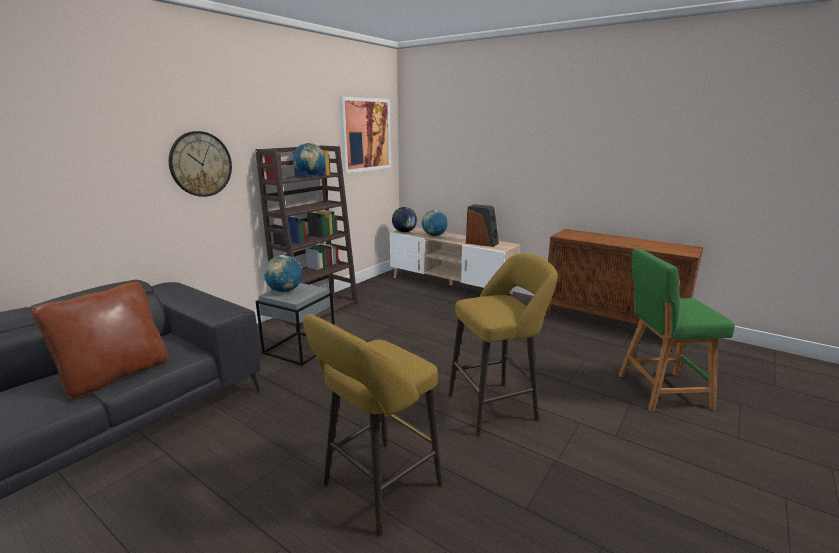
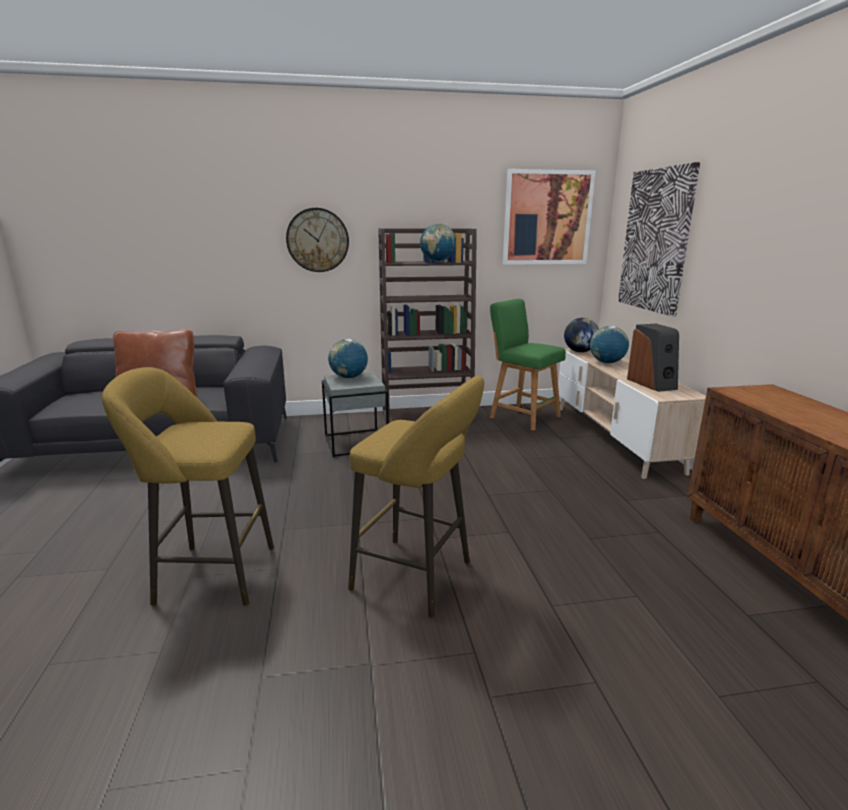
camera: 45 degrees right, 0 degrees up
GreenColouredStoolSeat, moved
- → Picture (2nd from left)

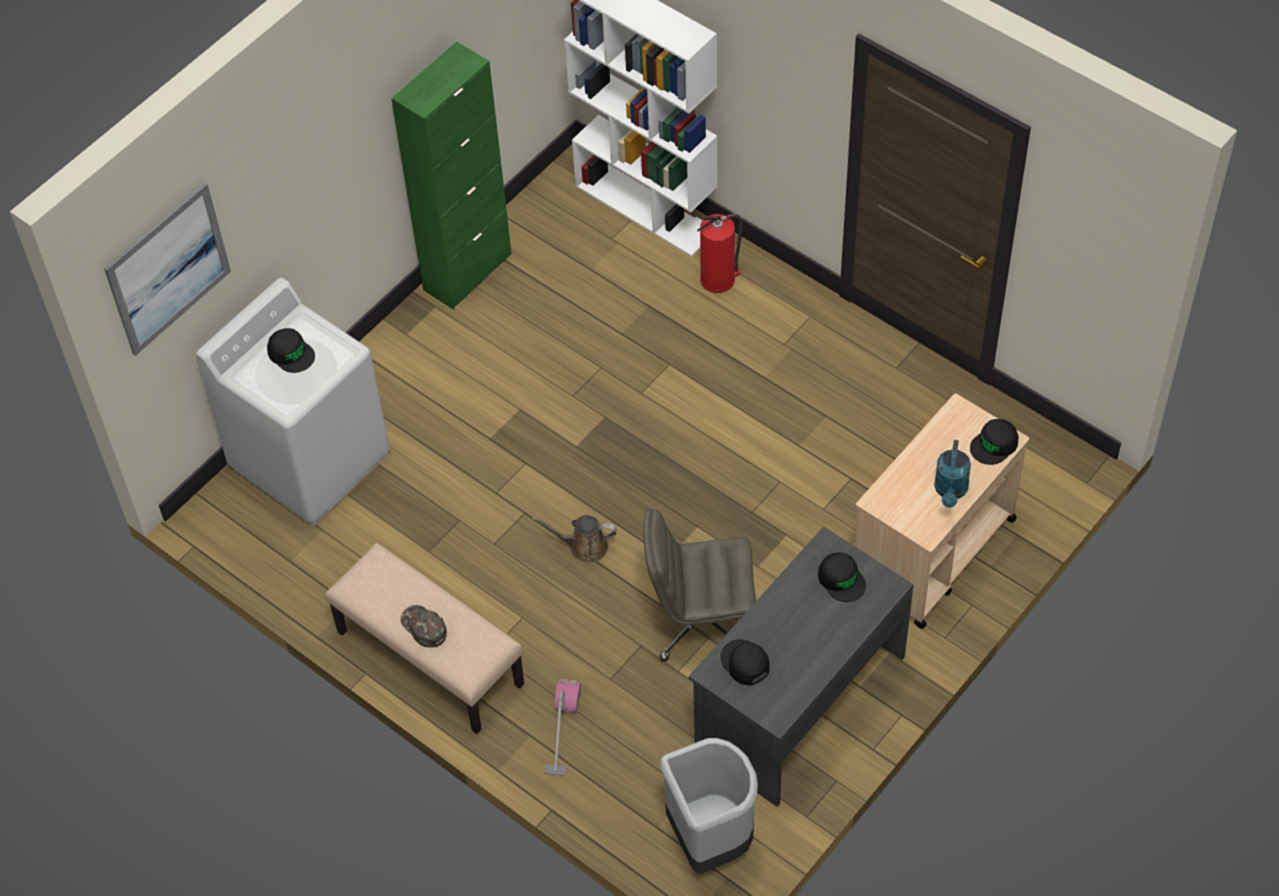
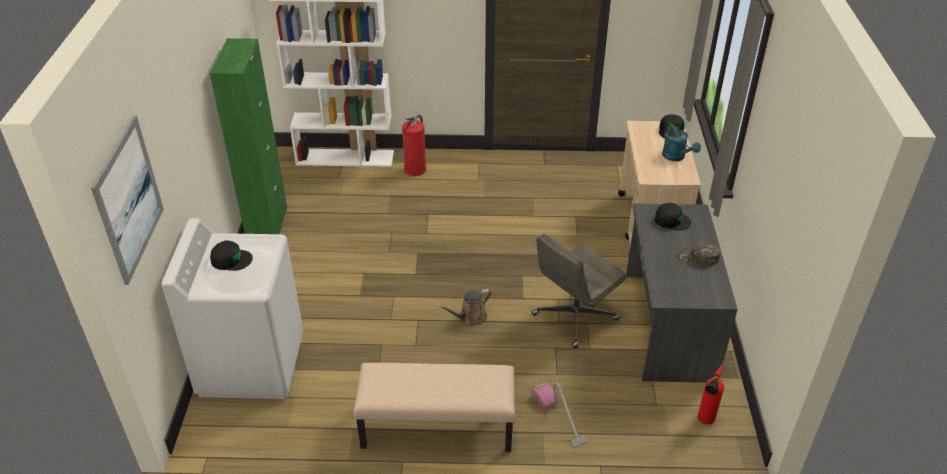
camera: 40 degrees left, 15 degrees down
GreenColouredCap, moved
GreyTrashCan → FireFightingCylinder (2nd from left)
BlackCap (2nd from left) → -

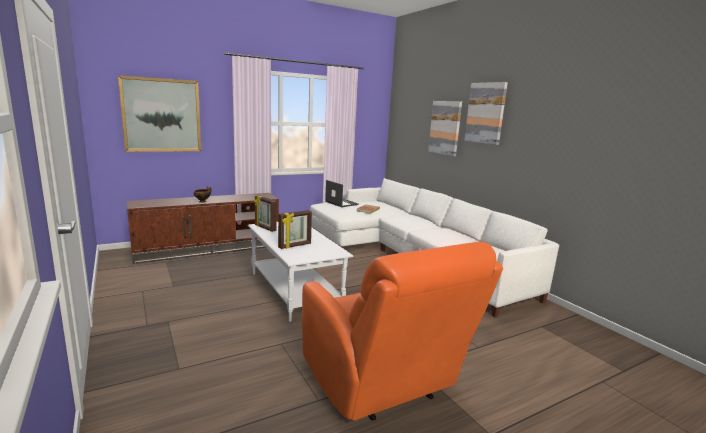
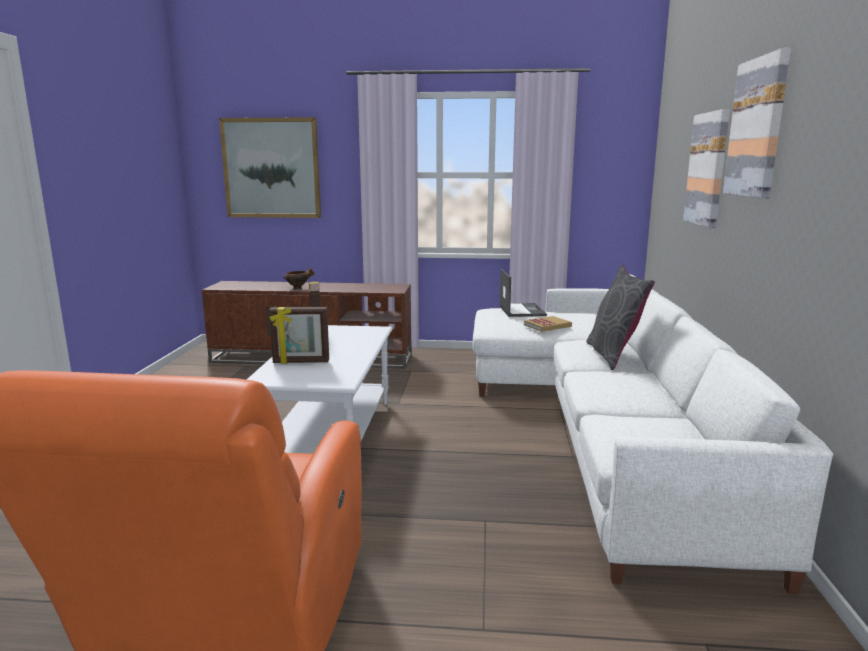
camera: 35 degrees right, 0 degrees up
- → GreyPillow

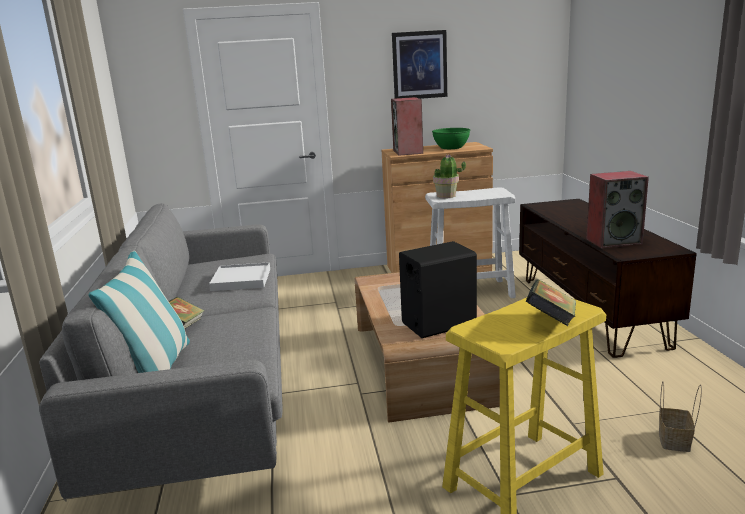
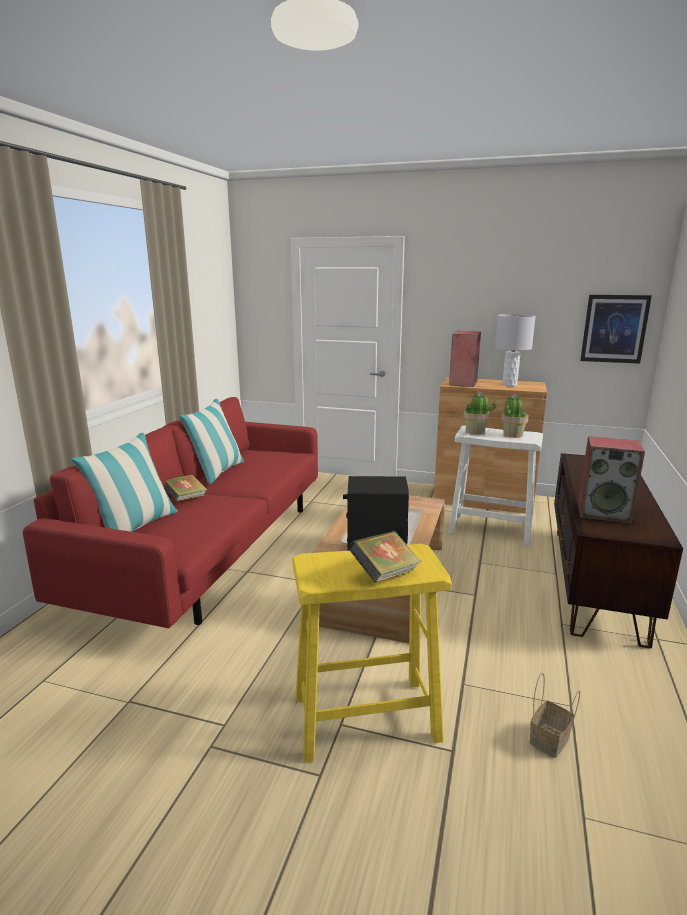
camera: 25 degrees right, 0 degrees up
GreySettee → ReddishSettee
- → Pillow (2nd from left)
GreenColouredServingBowl → GreyLampForATable
- → Houseplant (2nd from left)
Picture, moved
WhiteCarryingTray → -

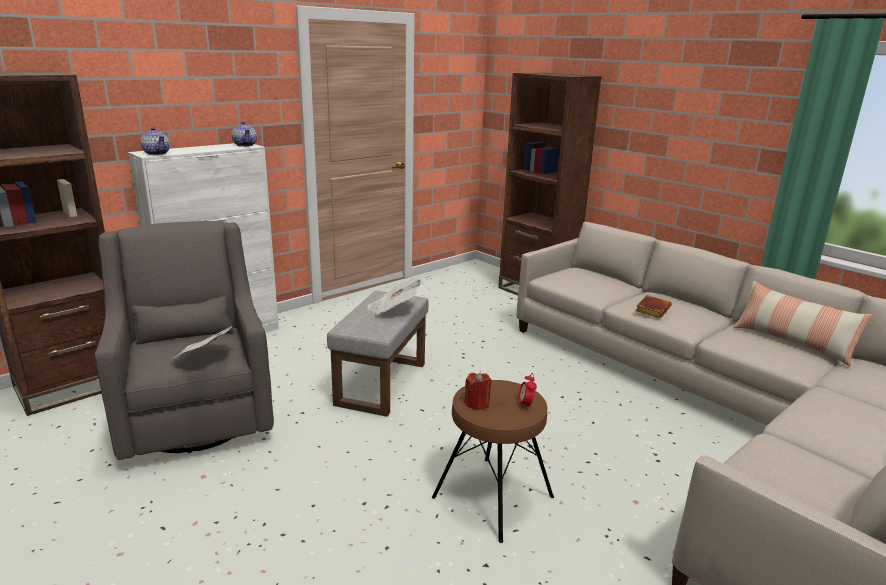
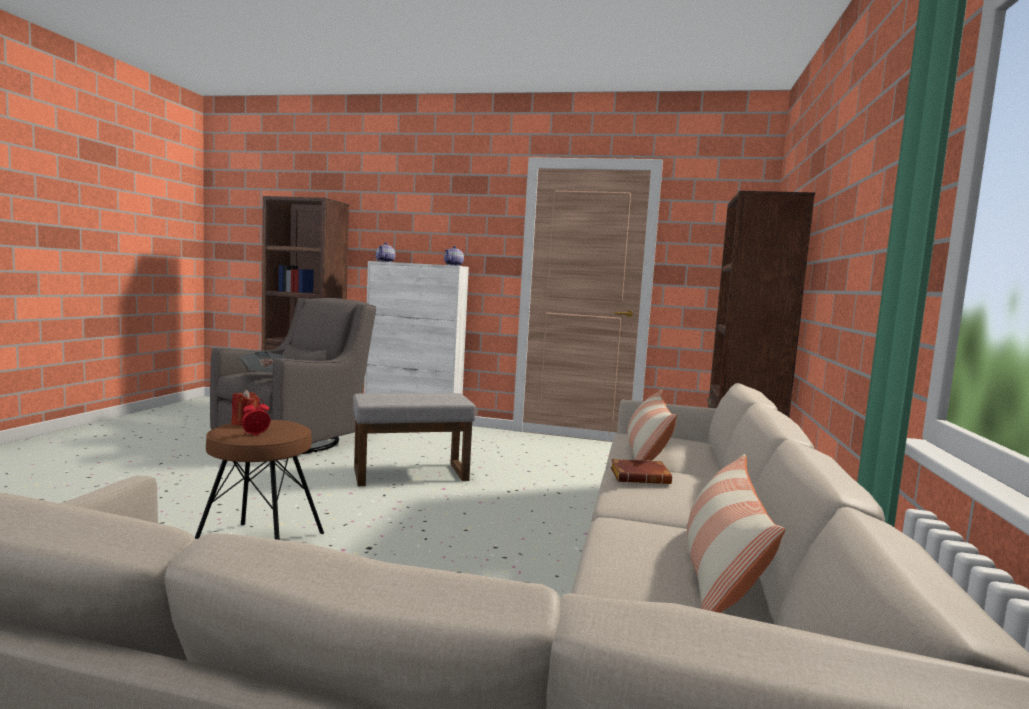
camera: 55 degrees right, 15 degrees down
- → Pillow (1st from left)
DailyPaper (2nd from left) → -

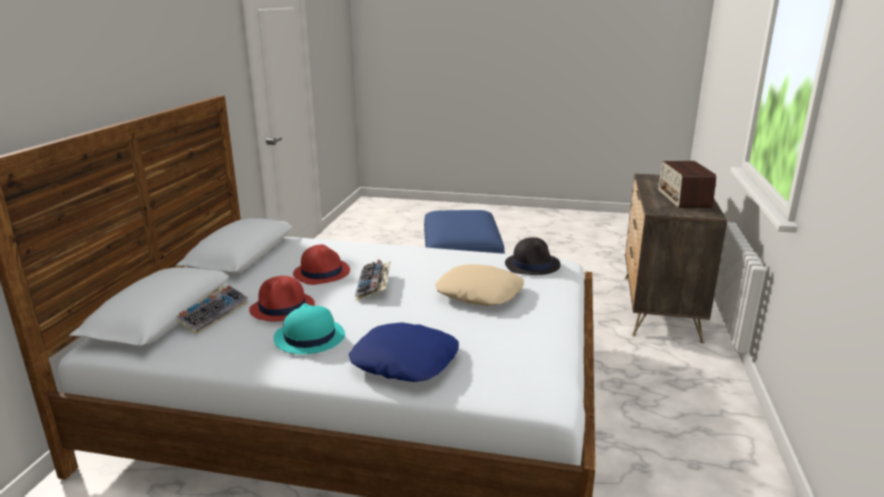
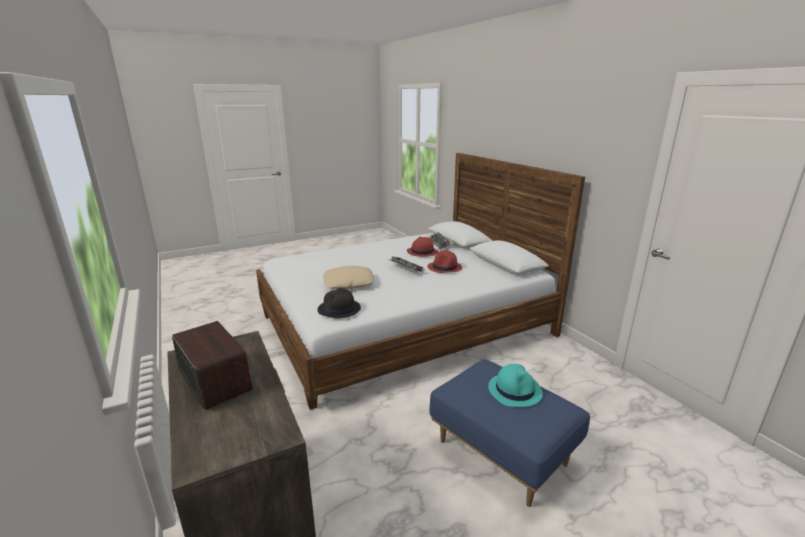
camera: 140 degrees right, 0 degrees up
BlueGreenHat, moved
BluePillow → -

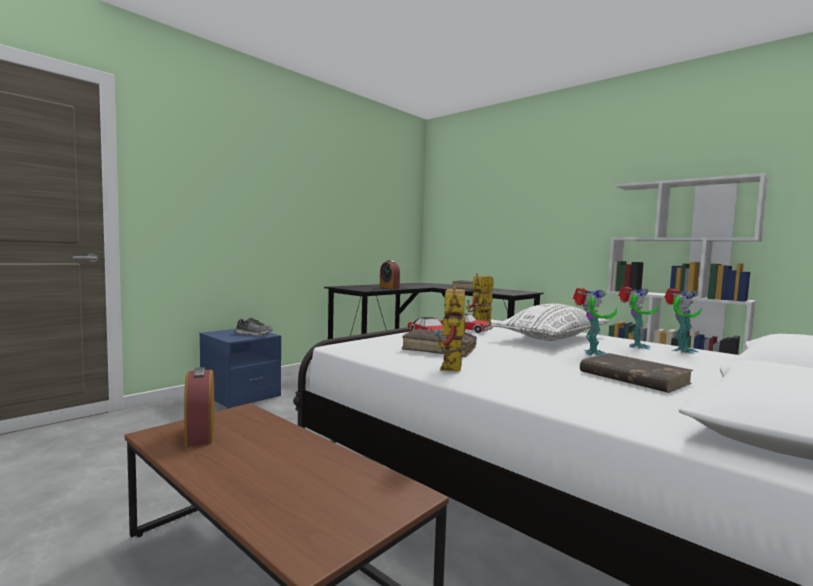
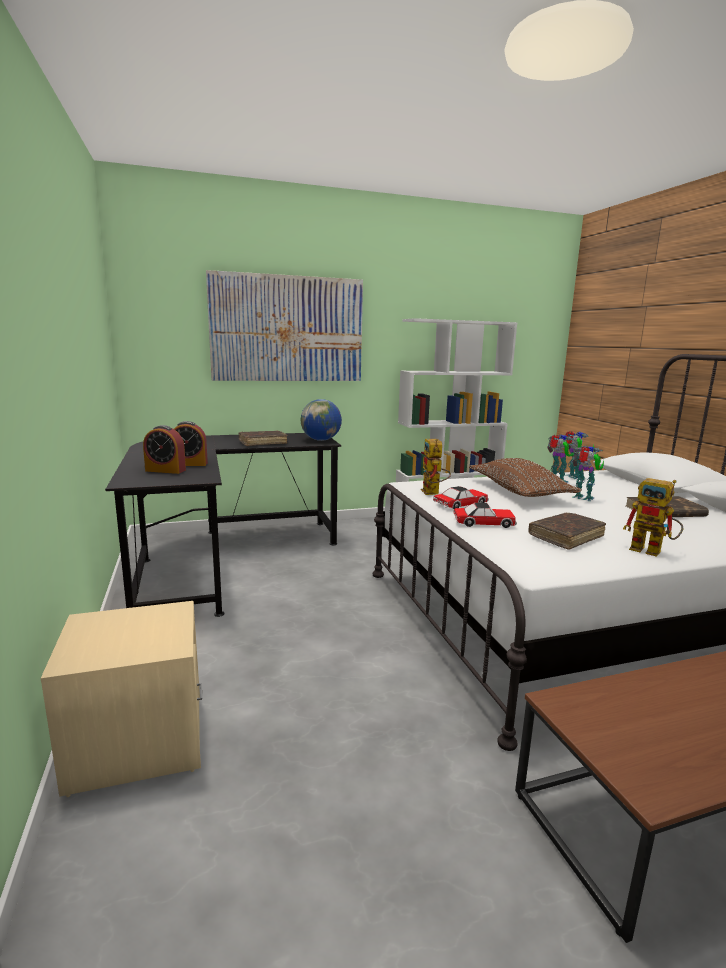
camera: 60 degrees left, 10 degrees up
BlueNightstand → BeigeNightstand
BedsideClock (1st from left), moved
- → Picture
- → Globe
WhitePillow → BrownishPillow
Shoe → -

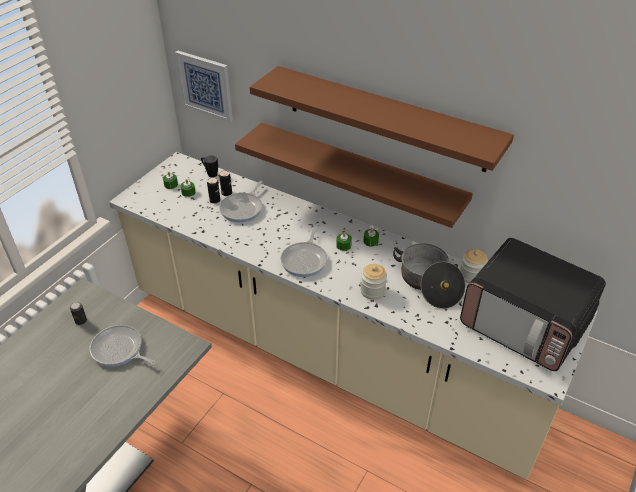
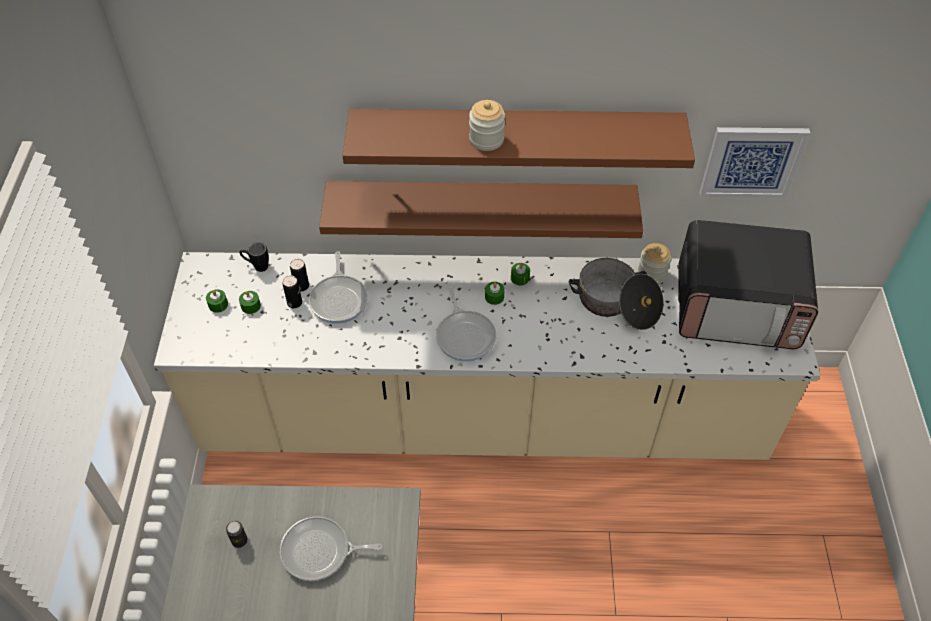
camera: 30 degrees left, 10 degrees up
Jar (1st from left), moved
Picture, moved

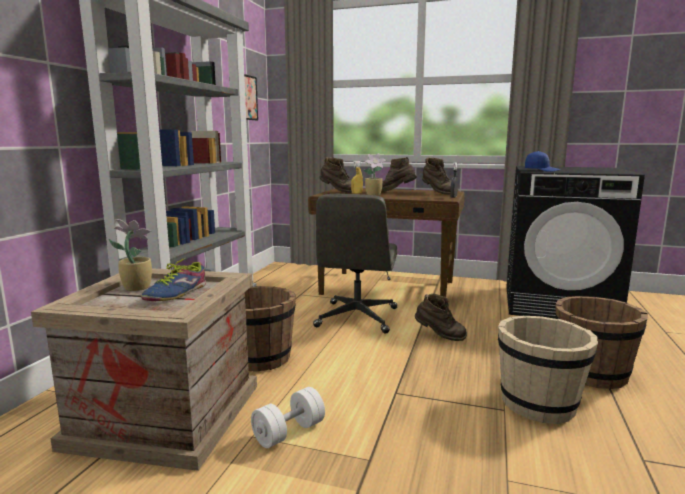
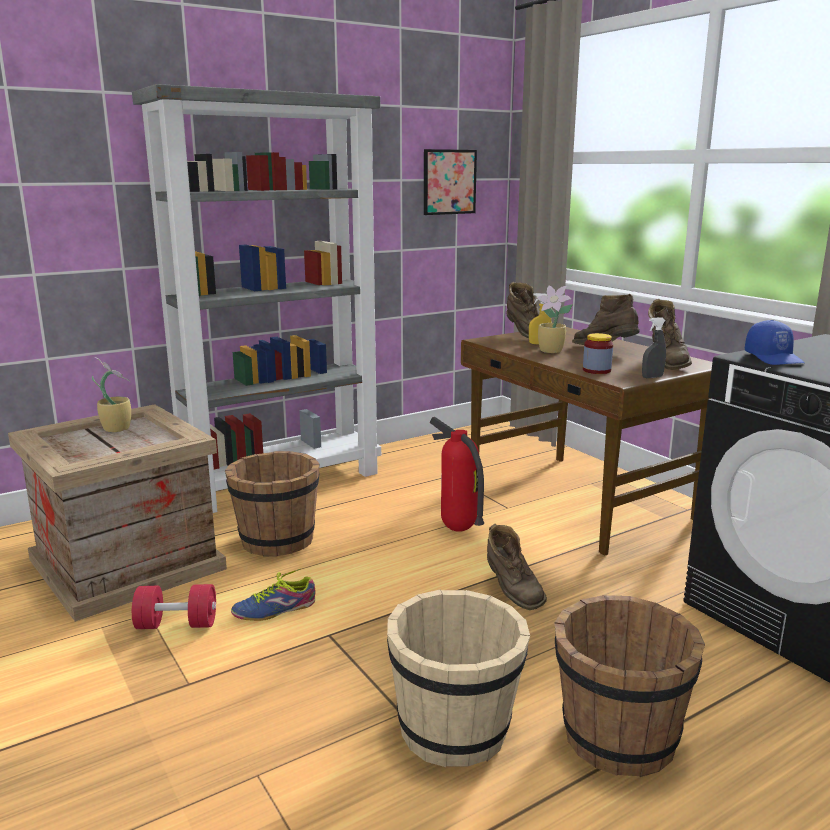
camera: 40 degrees right, 5 degrees up
WhiteHandWeight → ReddishHandWeight
Shoe, moved
GreyDeskChair → FireFightingCylinder
- → Jar

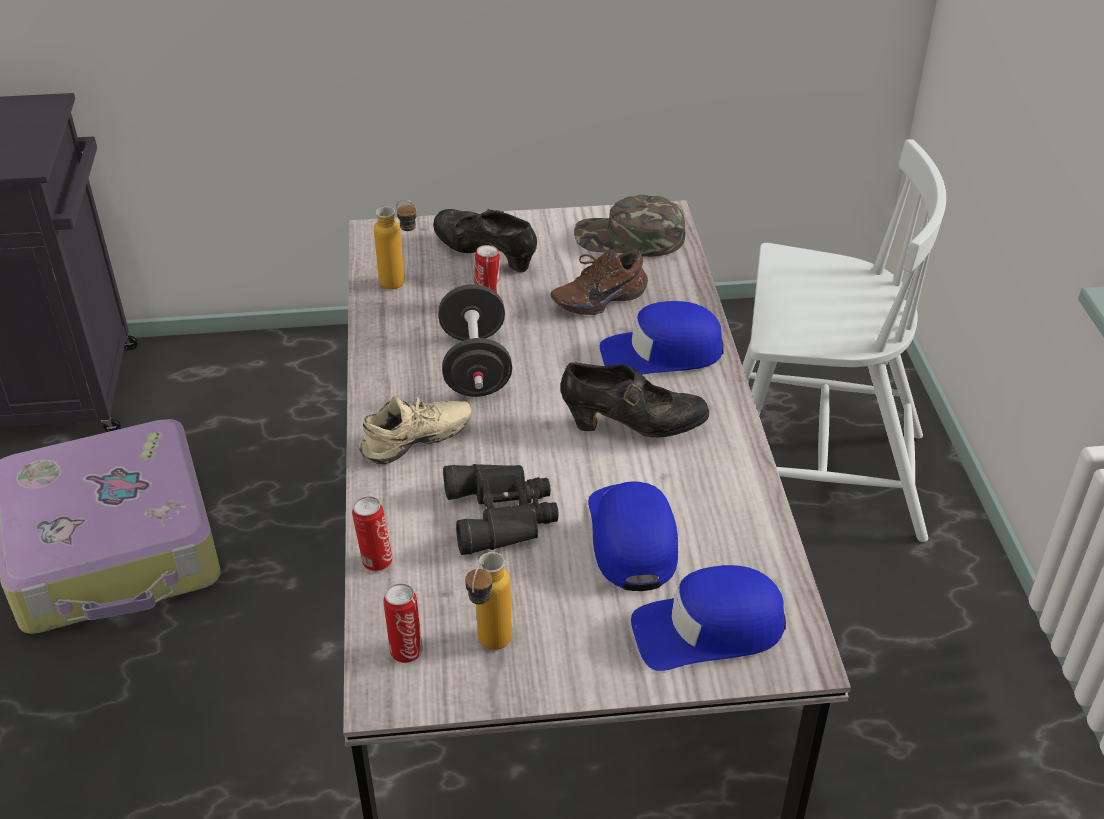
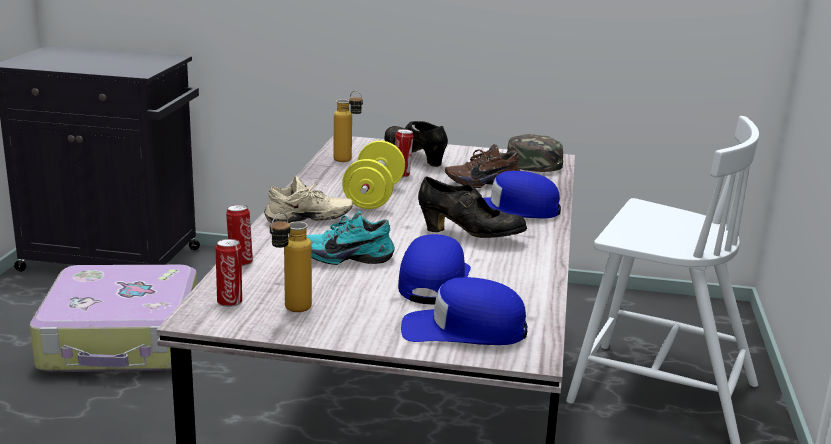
camera: 15 degrees right, 20 degrees down
BlackBinoculars → BlueGreenShoe
BlackHandWeight → YellowishHandWeight

